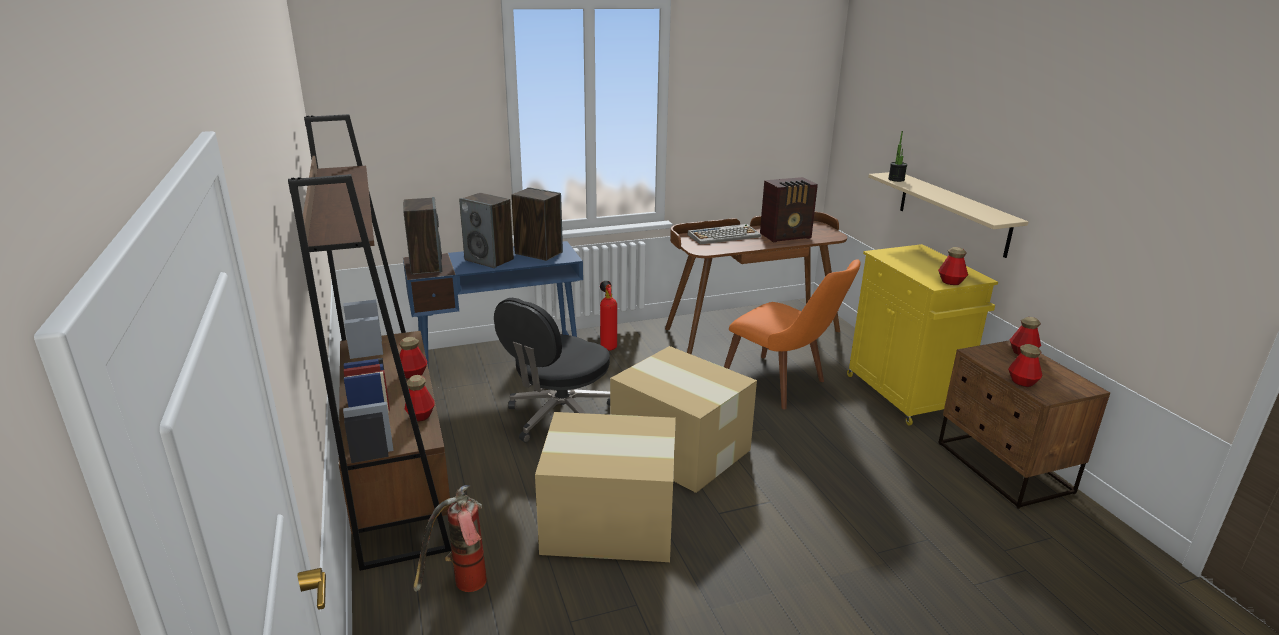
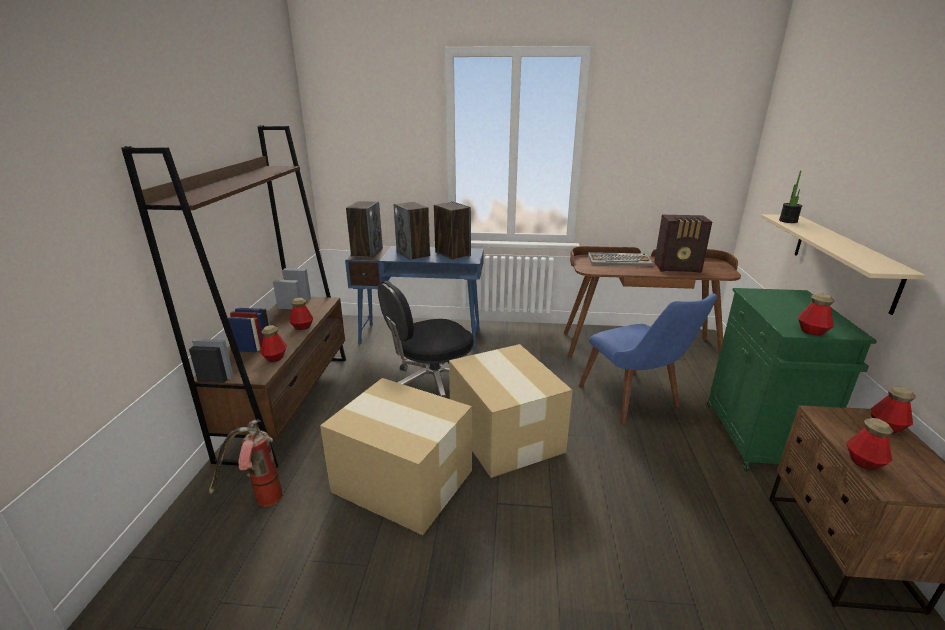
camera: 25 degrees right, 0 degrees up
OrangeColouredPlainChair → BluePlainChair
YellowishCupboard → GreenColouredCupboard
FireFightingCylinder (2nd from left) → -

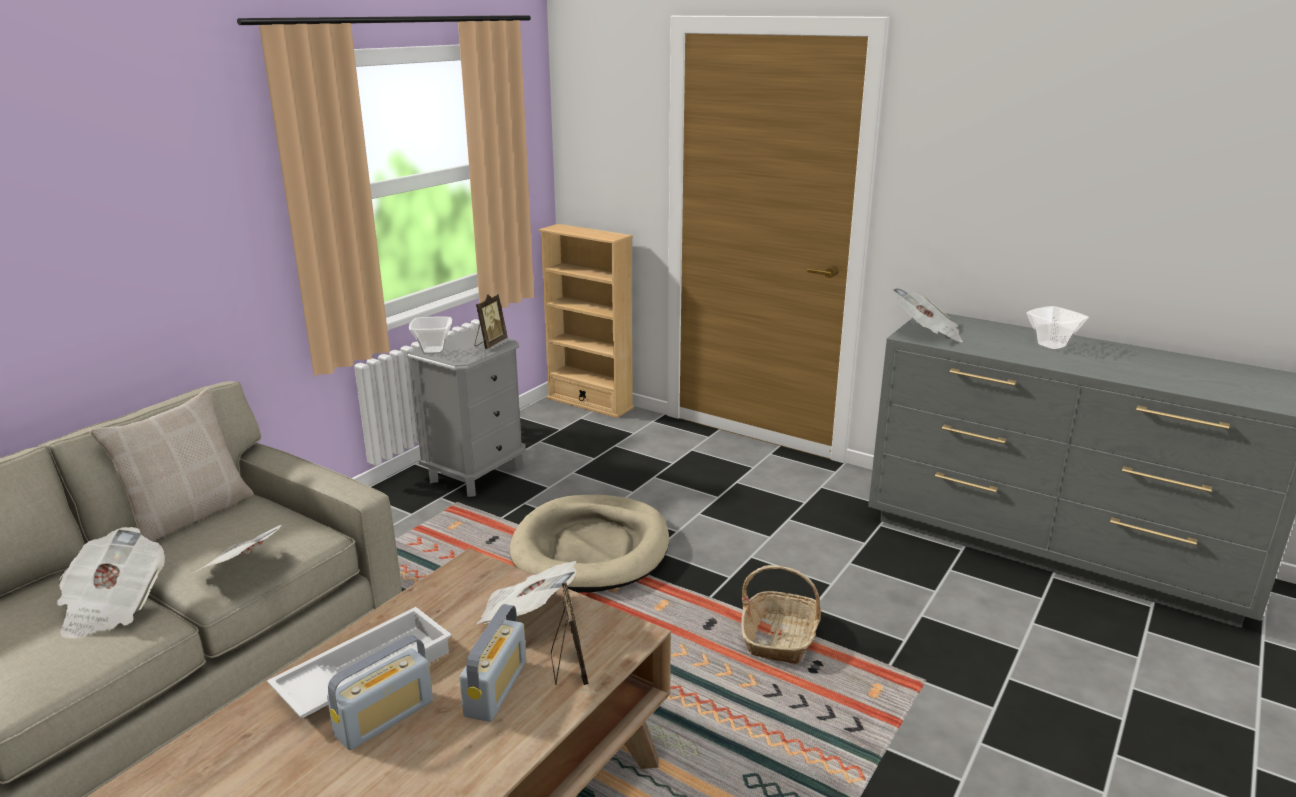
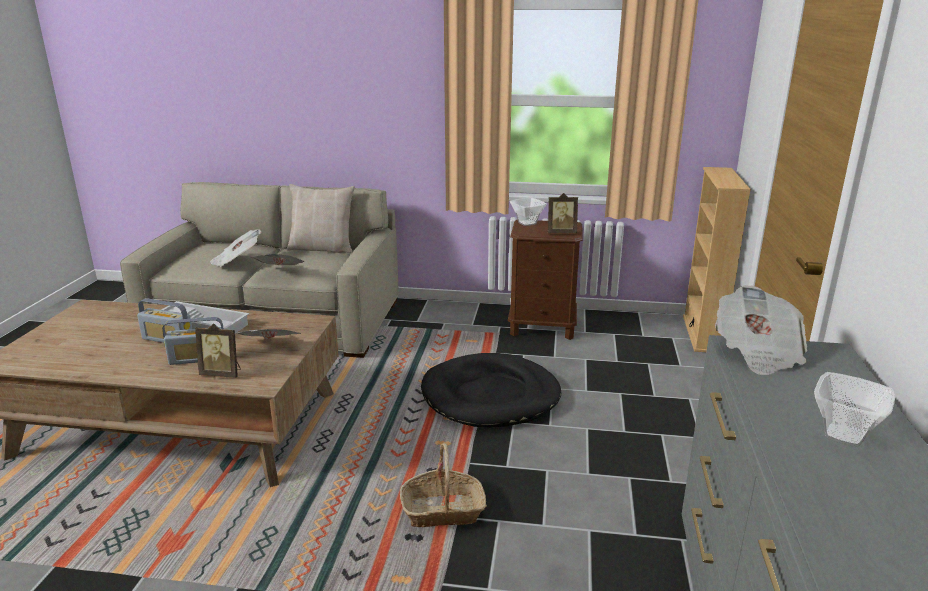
camera: 65 degrees right, 0 degrees up
PhotoFrame (2nd from left in the first image) → PhotoFrame (1st from left), 45 degrees clockwise
BeigeDogCushion → BlackDogCushion
GreyNightstand → BrownishNightstand

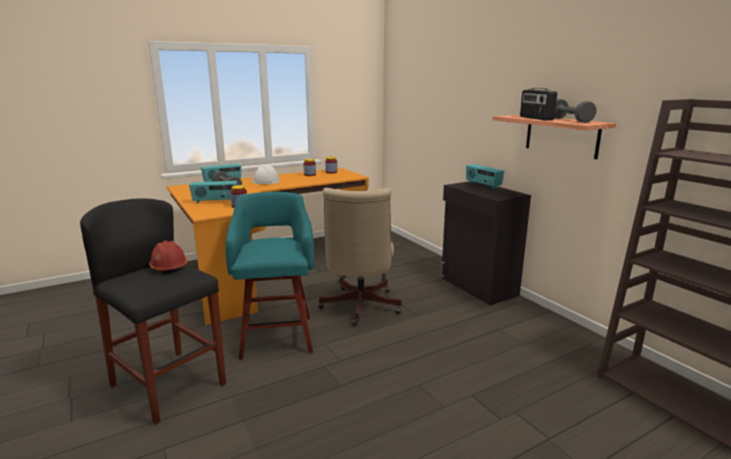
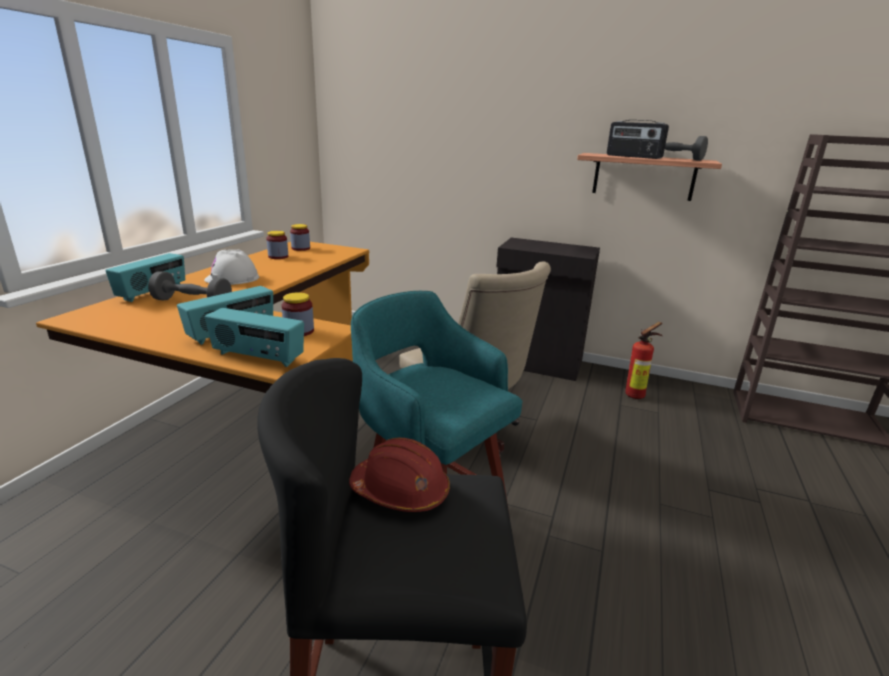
camera: 40 degrees left, 5 degrees up
RadioSet (3rd from left), moved
- → FireFightingCylinder

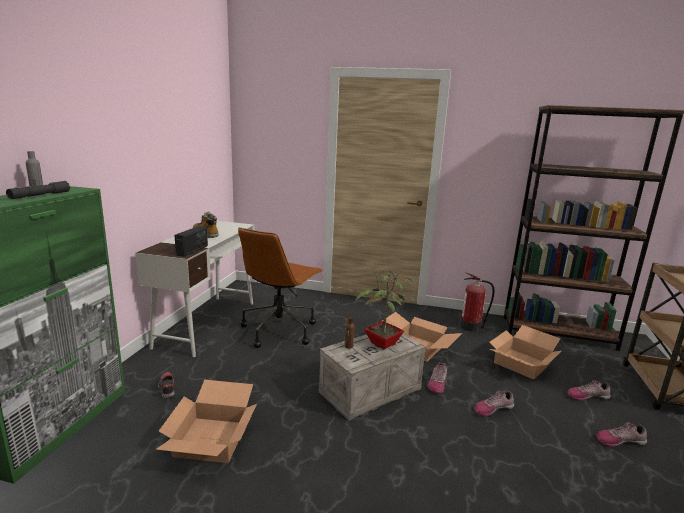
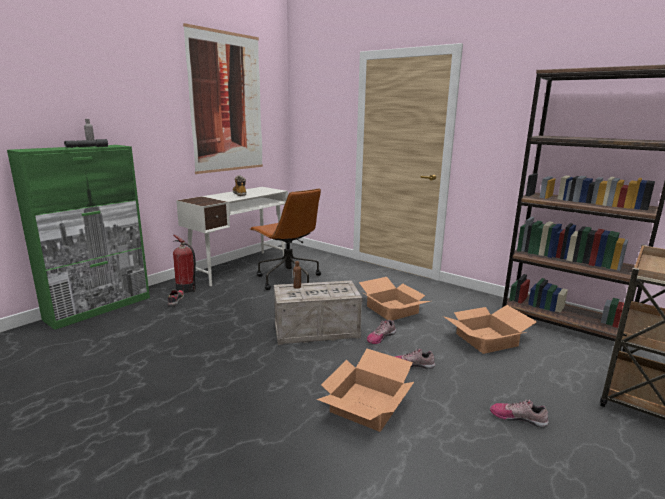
camera: 25 degrees right, 0 degrees up
FireFightingCylinder, moved
- → Picture
BrownishDeskChair, 90 degrees counterclockwise
PackingBox (1st from left), moved
RadioSet → -
Houseplant → -
Shoe (4th from left) → -

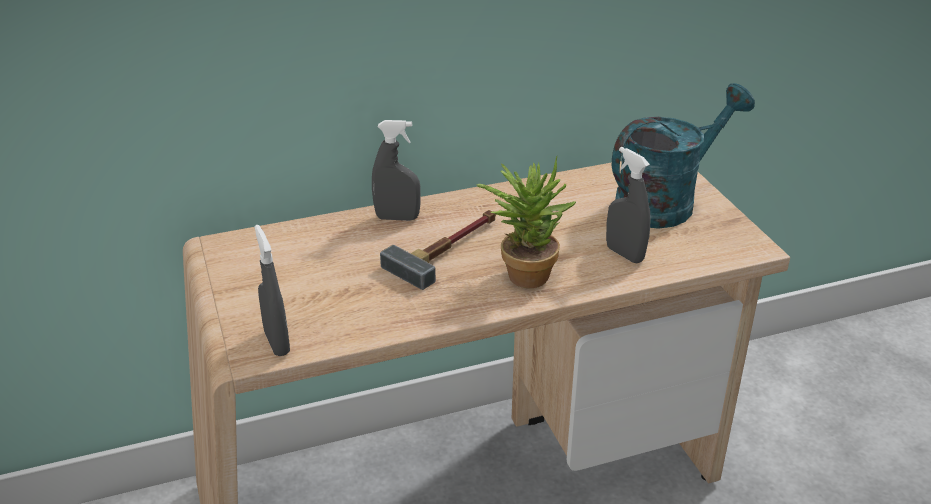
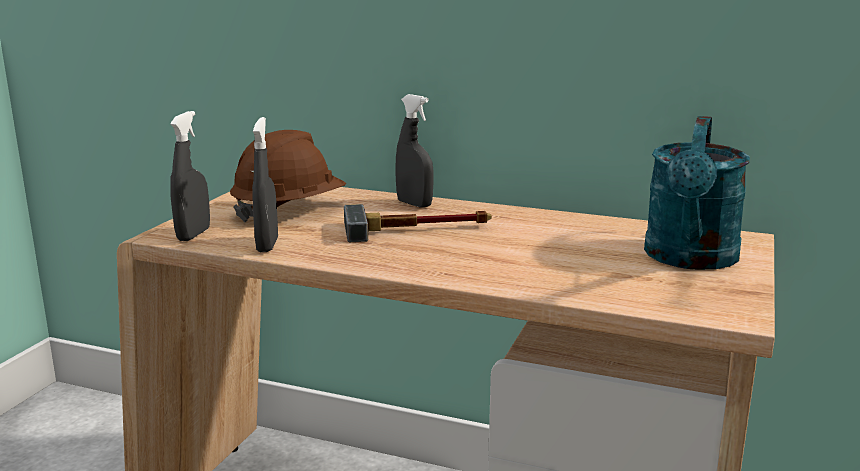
camera: 40 degrees right, 15 degrees down
- → BrownishWorkHelmet
GreyHandSprayer (3rd from left in the first image) → GreyHandSprayer (2nd from left), moved
BlueGreenWateringPot, 105 degrees clockwise
Houseplant → -

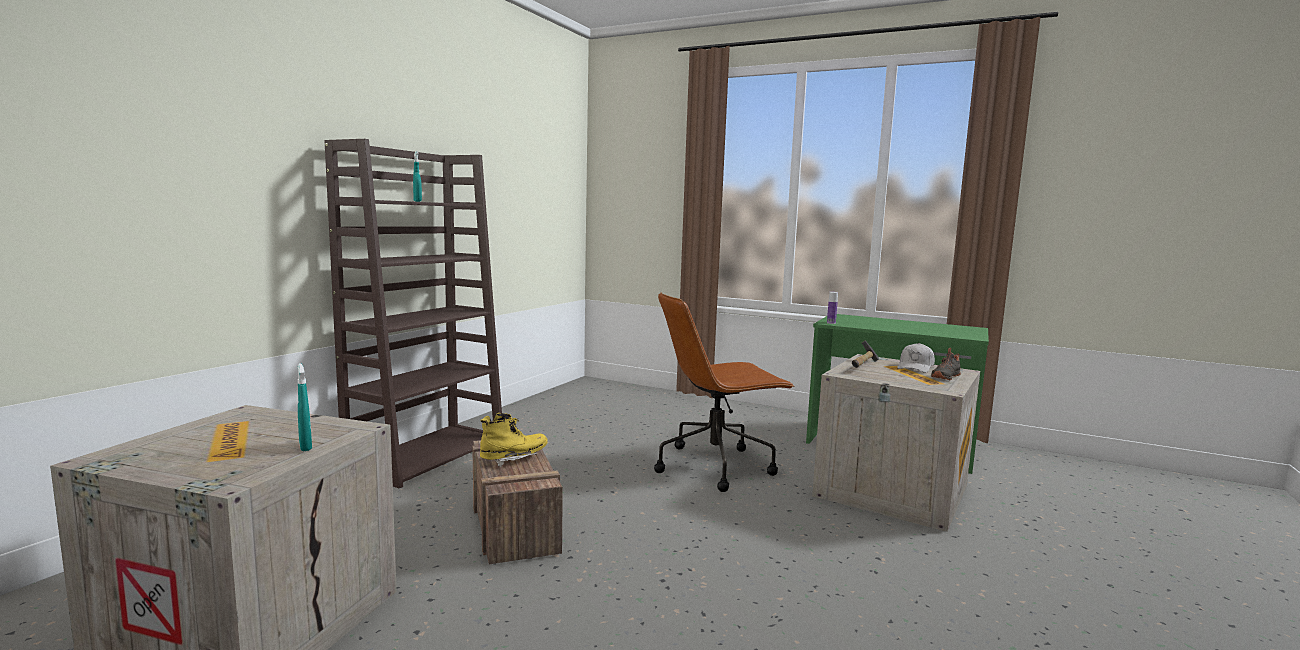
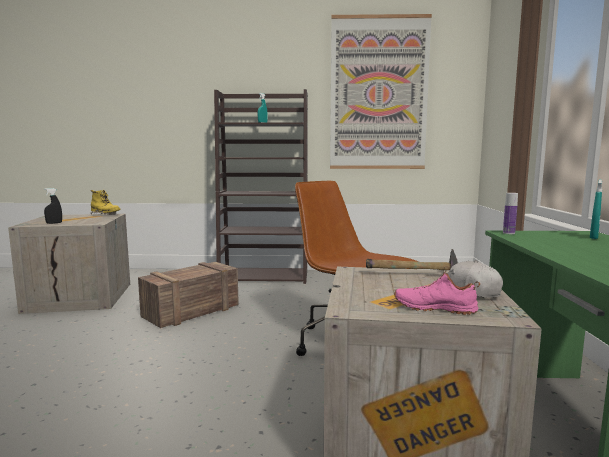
camera: 65 degrees right, 0 degrees up
- → BlackHandSprayer
YellowishBoot, moved
- → Picture
BlackShoe → PinkishShoe
BlueGreenHandSprayer (1st from left in the first image) → BlueGreenHandSprayer (2nd from left), moved

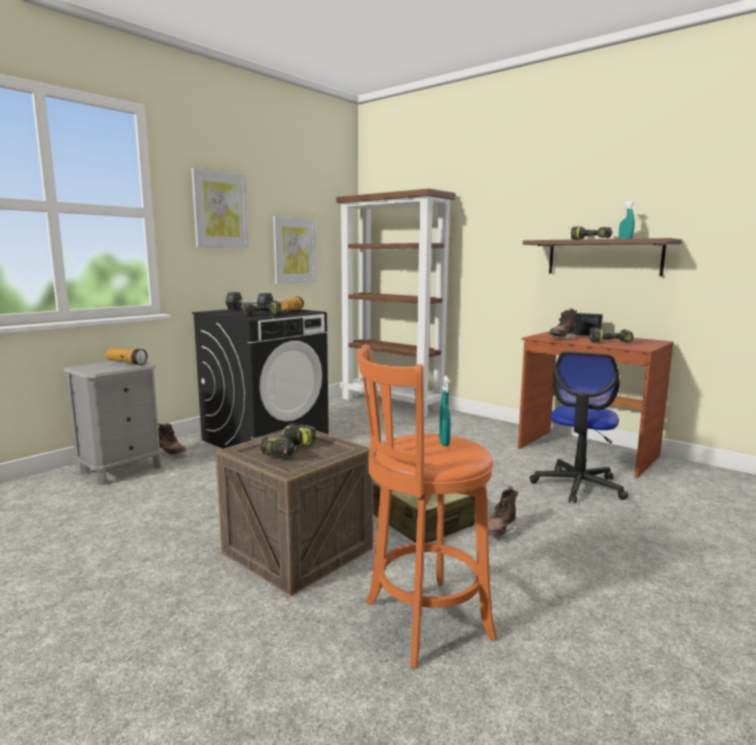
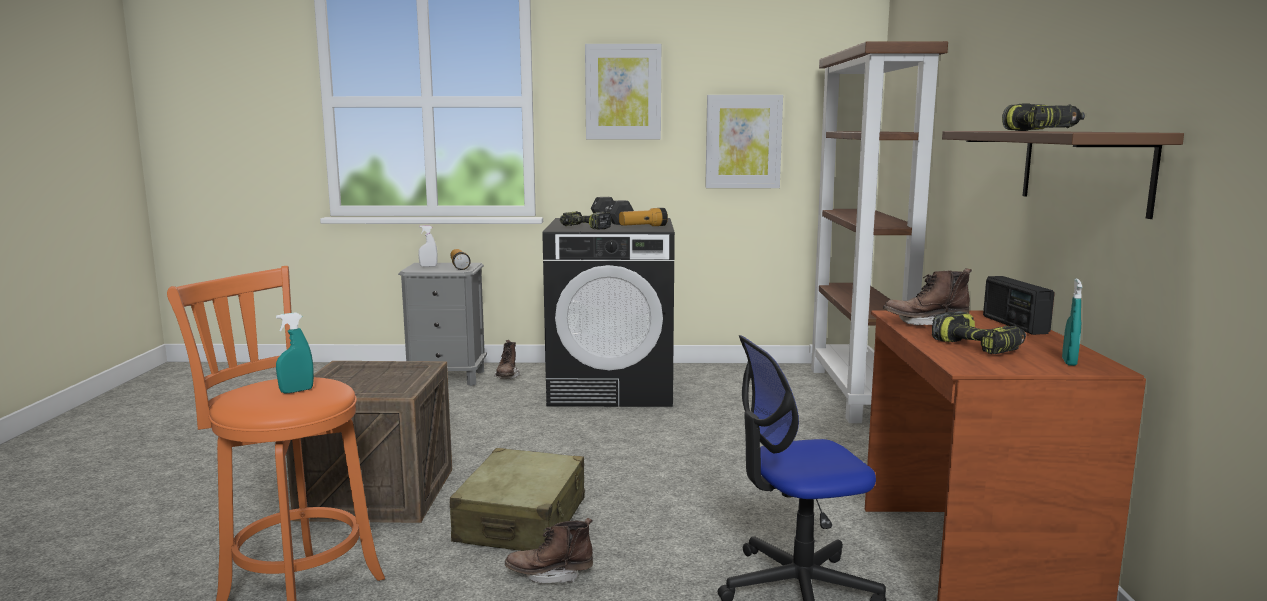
camera: 50 degrees right, 0 degrees up
- → WhiteHandSprayer
BlueGreenHandSprayer (2nd from left), moved
Drill (2nd from left) → -

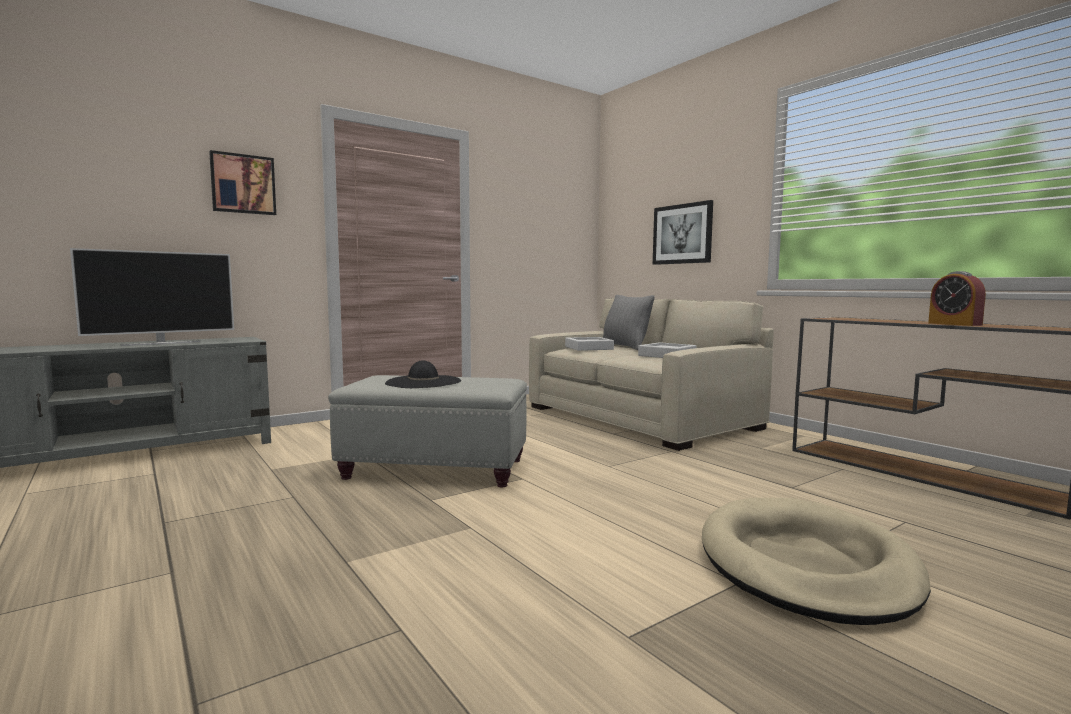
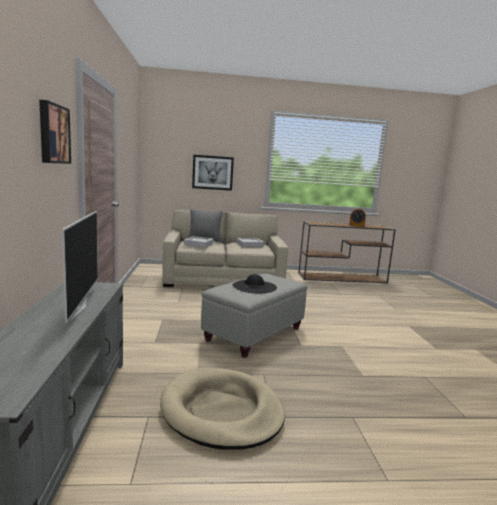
camera: 60 degrees left, 5 degrees up
BeigeDogCushion, moved

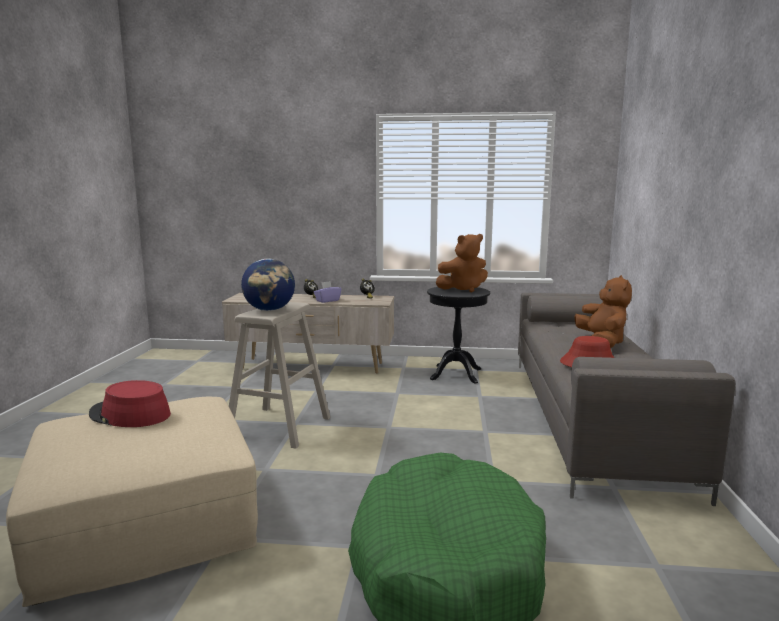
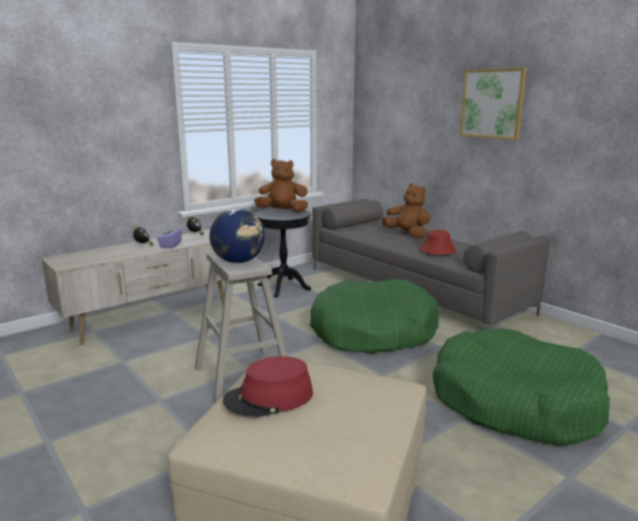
camera: 45 degrees left, 5 degrees up
BrownishCuddlyToy (1st from left), 120 degrees counterclockwise
- → GreenColouredDogCushion (1st from left)
- → Picture

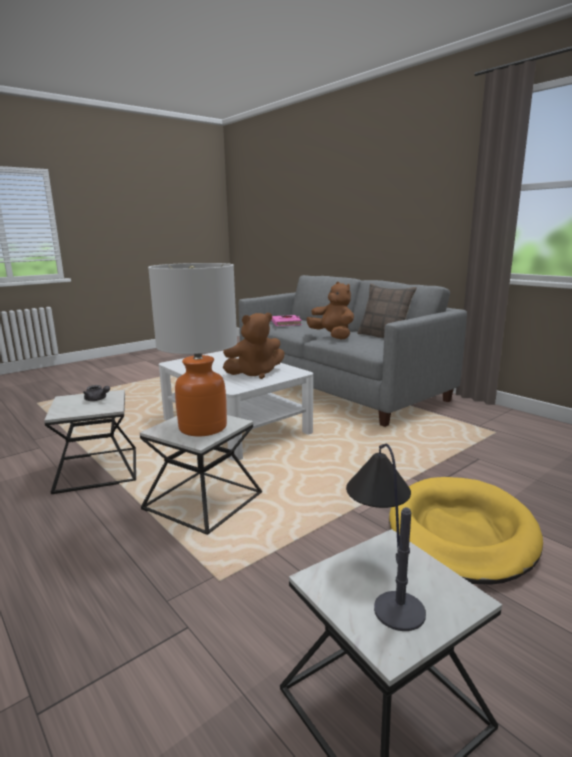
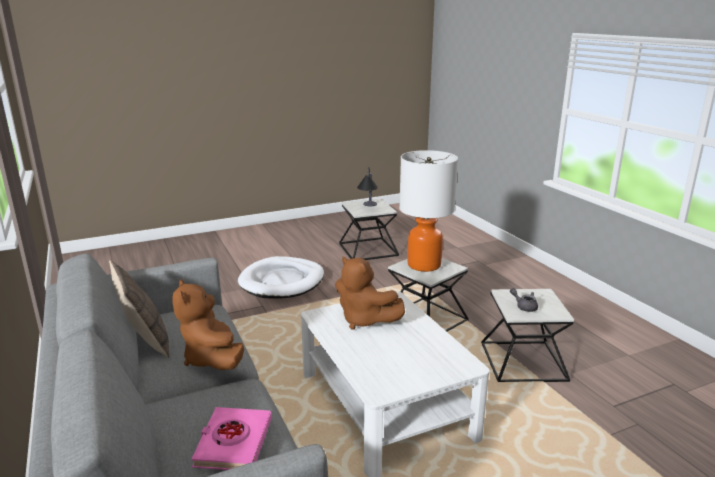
camera: 165 degrees left, 5 degrees up
YellowishDogCushion → WhiteDogCushion
BrownishCuddlyToy (1st from left in the first image) → BrownishCuddlyToy (2nd from left), 135 degrees counterclockwise

